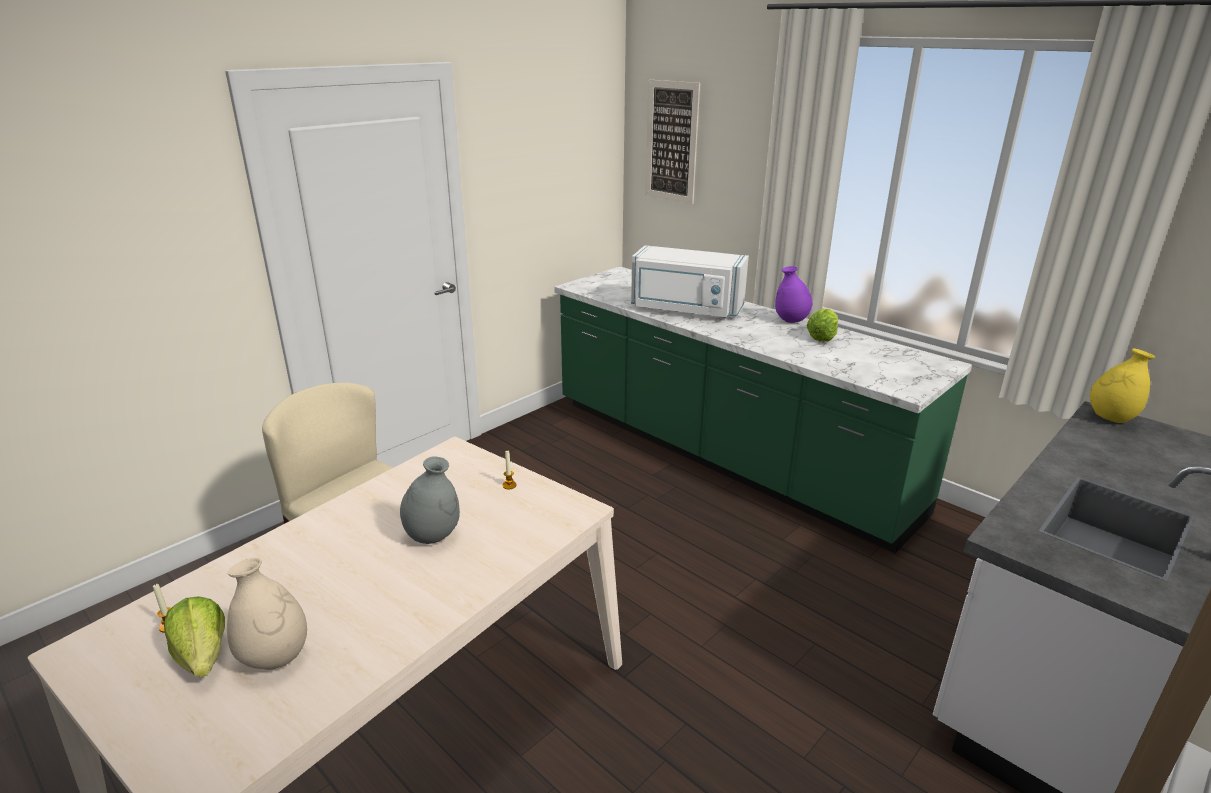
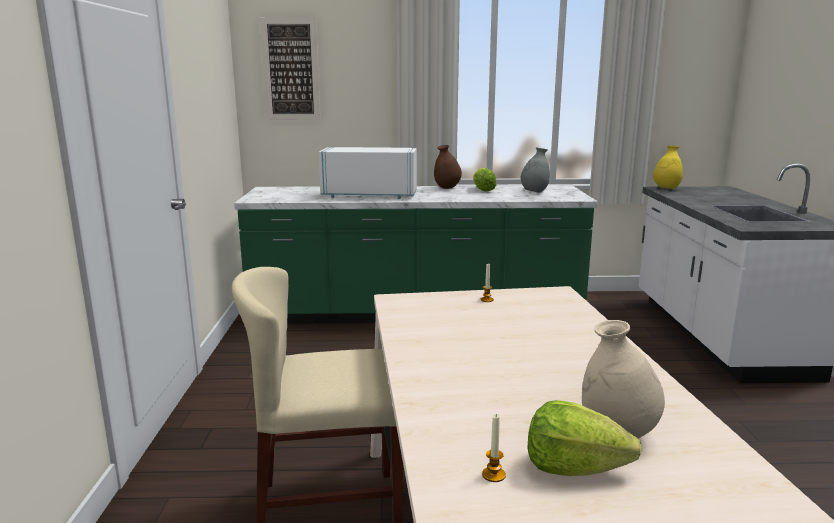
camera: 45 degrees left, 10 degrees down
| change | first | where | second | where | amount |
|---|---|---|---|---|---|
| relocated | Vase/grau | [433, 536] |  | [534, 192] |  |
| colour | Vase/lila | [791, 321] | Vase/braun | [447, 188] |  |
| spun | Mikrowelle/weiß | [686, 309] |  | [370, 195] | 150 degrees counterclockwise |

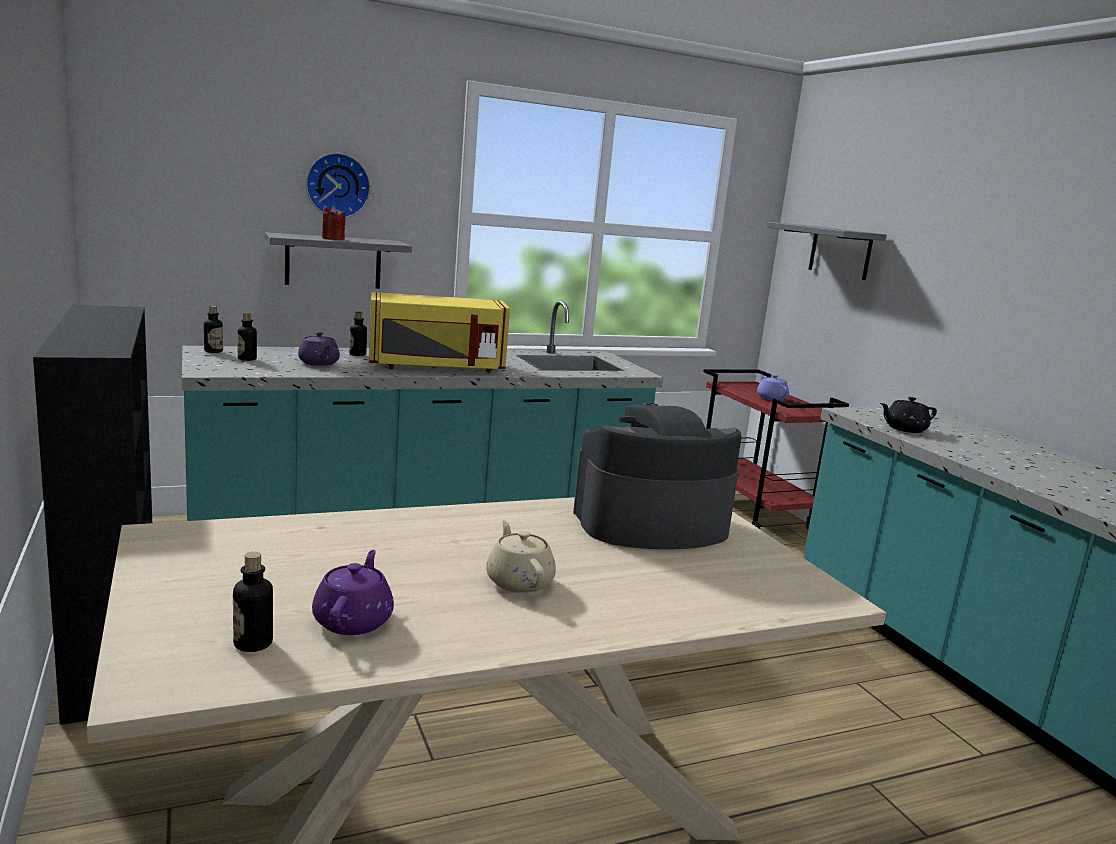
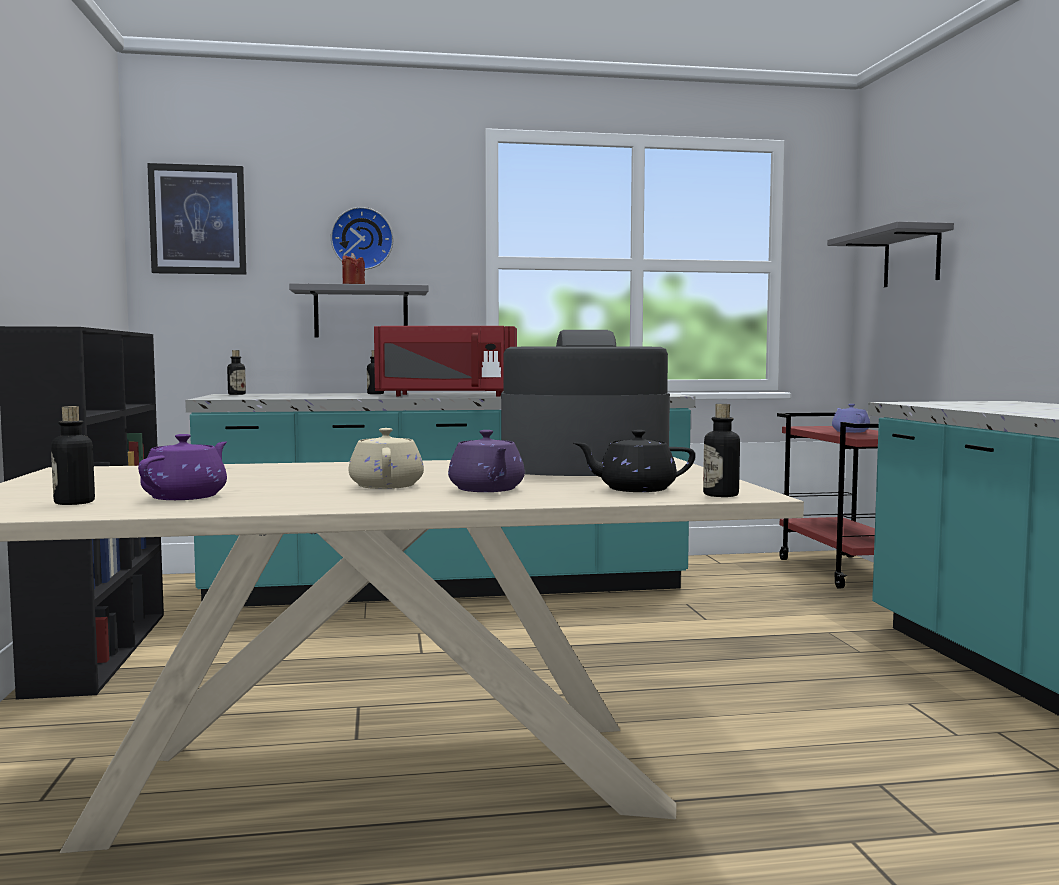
camera: 15 degrees right, 10 degrees down
| change | first | where | second | where | amount |
|---|---|---|---|---|---|
| appeared |  |  | Bild | [198, 220] |  |
| relocated | Flasche | [247, 359] |  | [720, 495] |  |
| relocated | Teekanne/lila | [319, 363] |  | [487, 490] |  |
| relocated | Teekanne/schwarz | [904, 429] |  | [635, 489] |  |
| colour | Mikrowelle/gelb | [436, 367] | Mikrowelle/rot | [446, 395] |  |

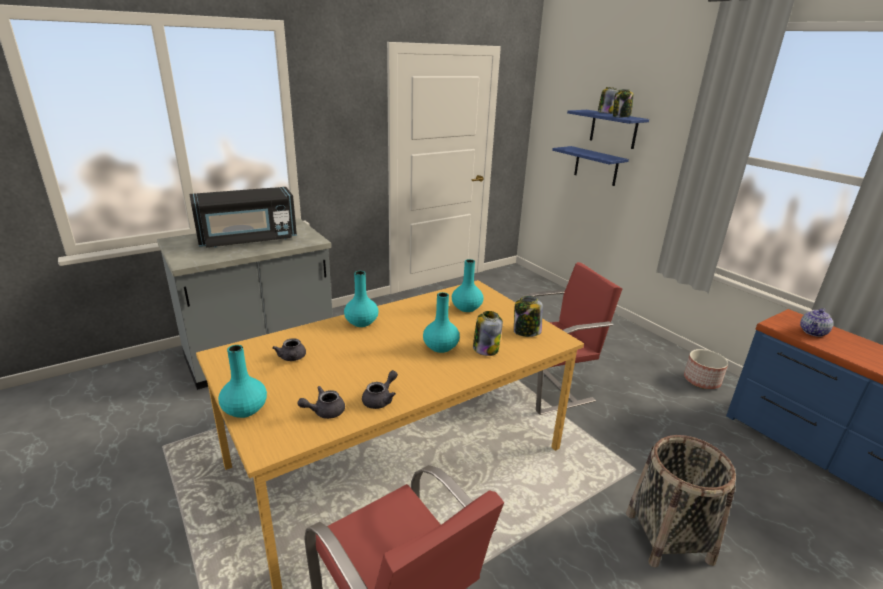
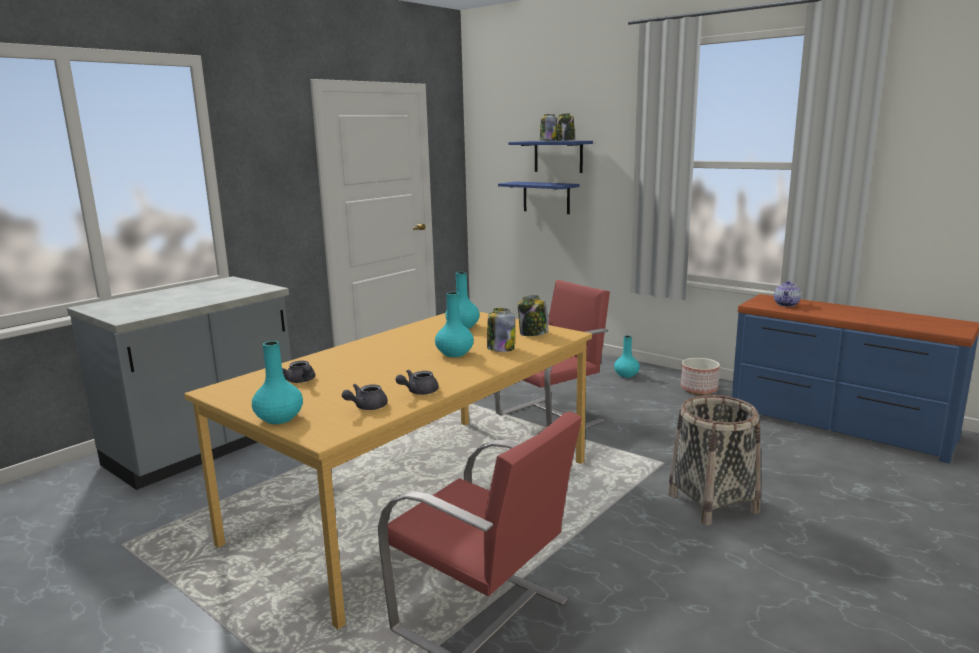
camera: 15 degrees left, 10 degrees down
| change | first | where | second | where | amount |
|---|---|---|---|---|---|
| missing | Mikrowelle/schwarz | [248, 239] |  |  |  |
| relocated | Vase/türkis | [362, 322] |  | [626, 375] |  |
| spun | Teekanne/grau | [380, 399] |  | [418, 392] | 150 degrees counterclockwise |

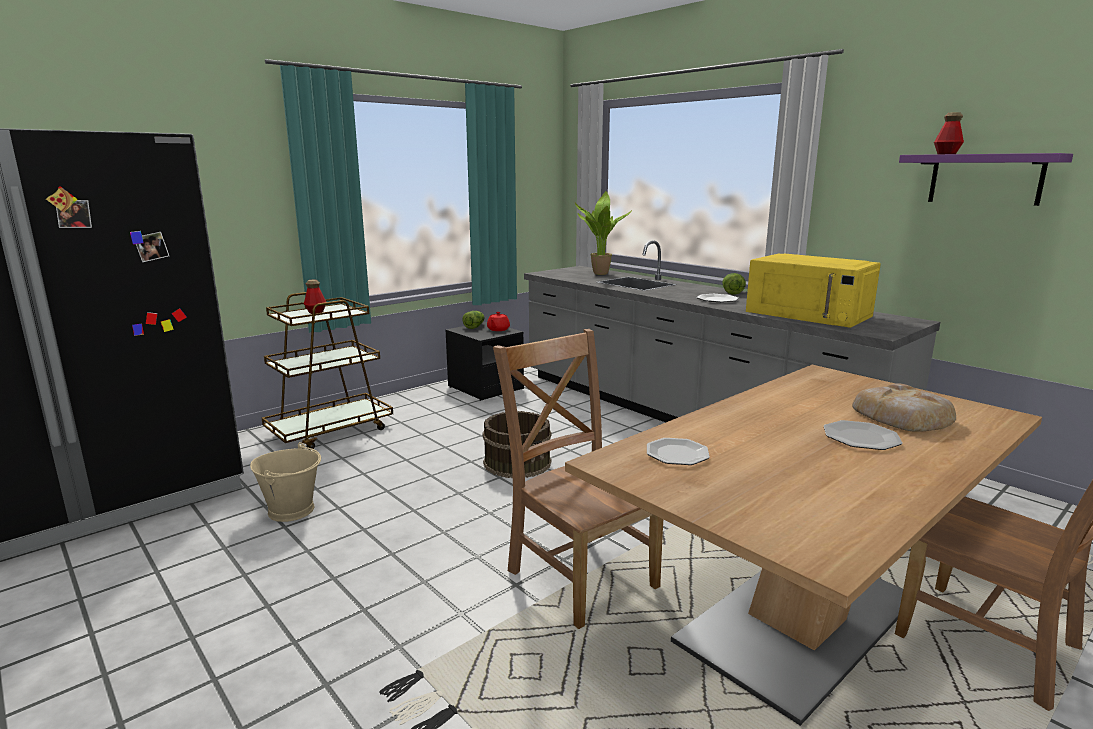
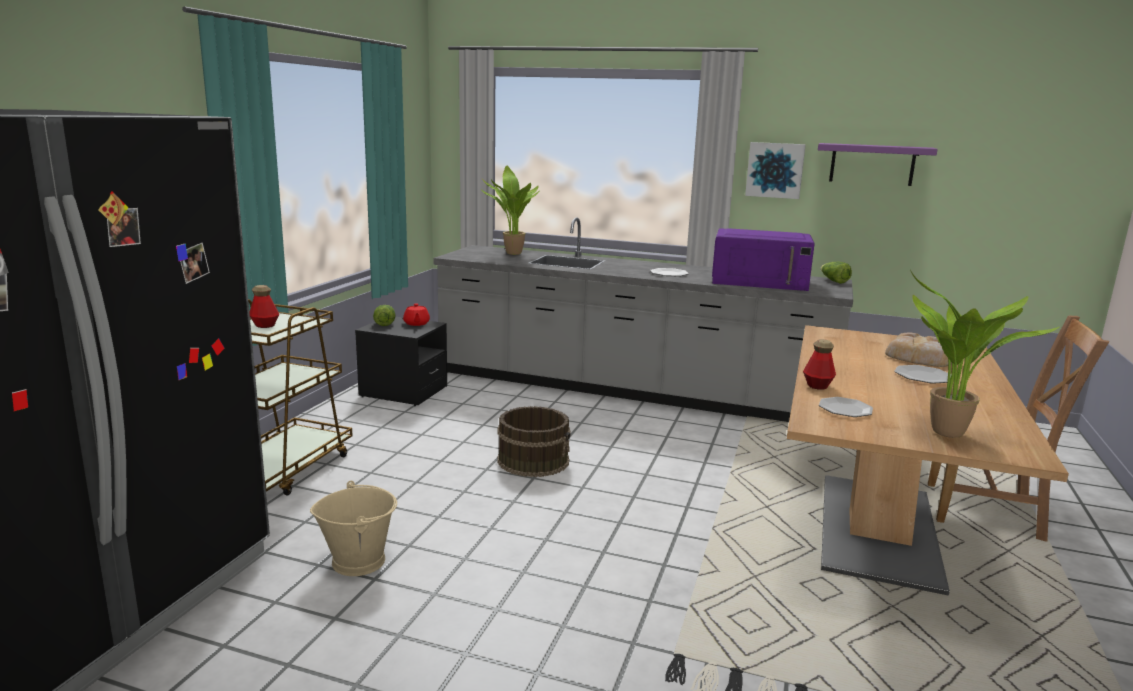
camera: 30 degrees left, 0 degrees up
| change | first | where | second | where | amount |
|---|---|---|---|---|---|
| missing | Stuhl/braun | [579, 575] |  |  |  |
| appeared |  |  | Bild | [775, 170] |  |
| appeared |  |  | Topfpflanze | [947, 435] |  |
| relocated | Salatkopf | [732, 292] |  | [833, 281] |  |
| relocated | Flasche | [946, 154] |  | [817, 385] |  |
| colour | Mikrowelle/gelb | [809, 314] | Mikrowelle/lila | [760, 281] |  |

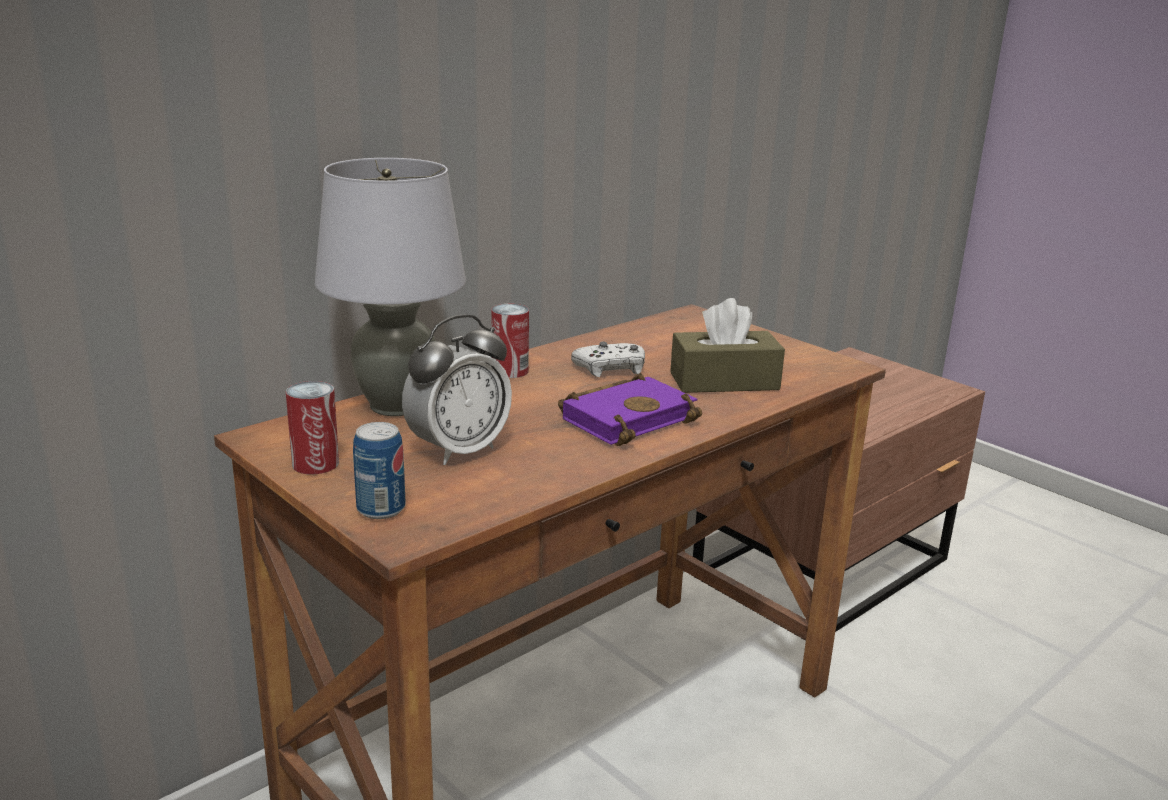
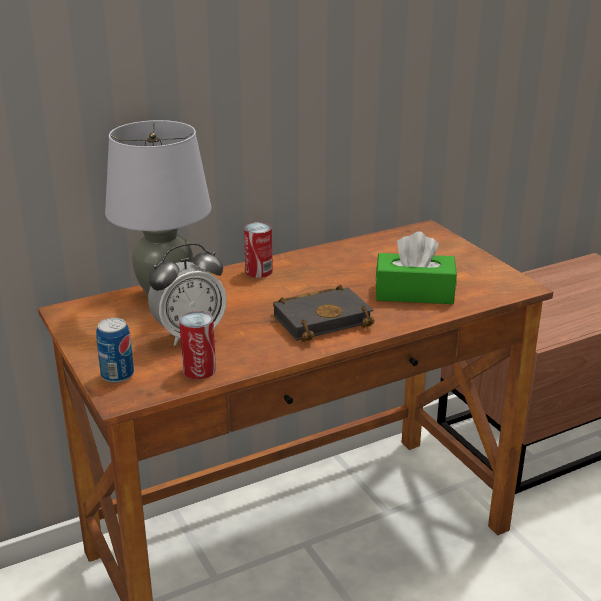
camera: 15 degrees right, 5 degrees up
| change | first | where | second | where | amount |
|---|---|---|---|---|---|
| missing | Gamepad/weiß | [611, 369] |  |  |  |
| relocated | Dose | [315, 464] |  | [199, 370] |  |
| colour | Buch/lila | [628, 417] | Buch/schwarz | [323, 318] |  |
| colour | Taschentuchbox/braun | [724, 381] | Taschentuchbox/grün | [414, 293] |  |

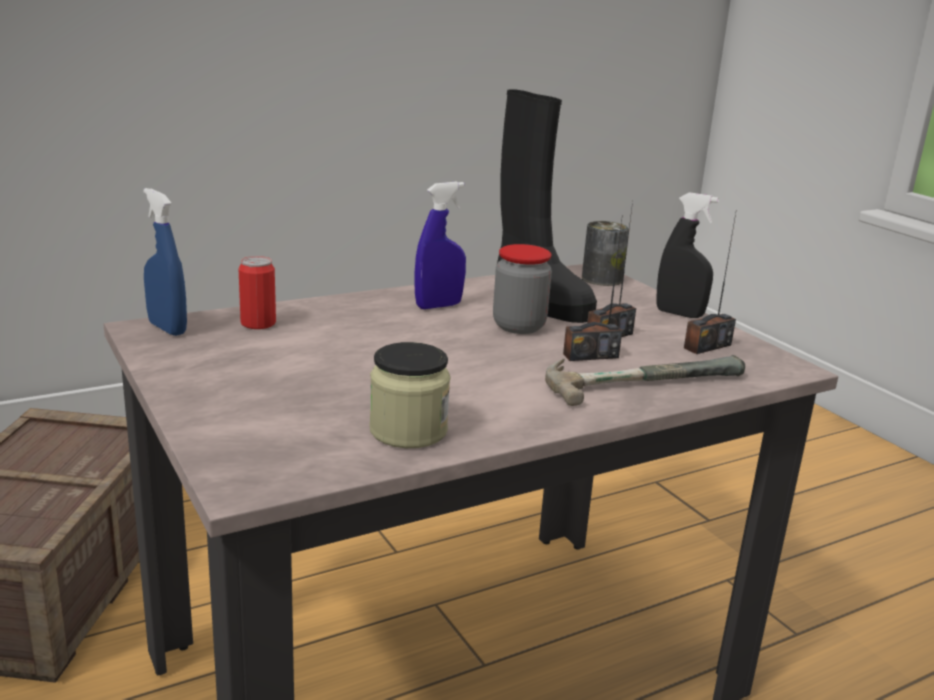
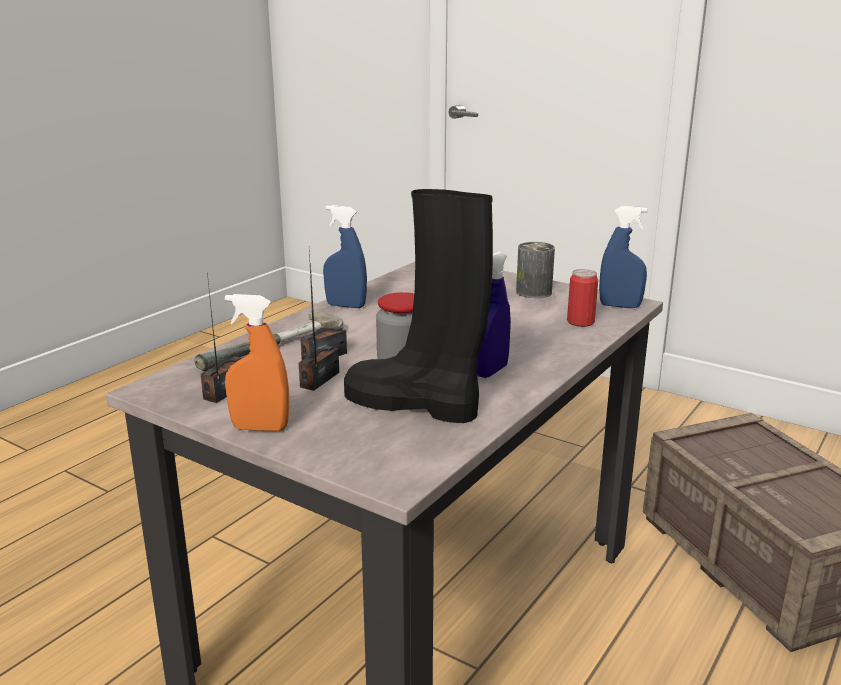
camera: 155 degrees right, 0 degrees up
| change | first | where | second | where | amount |
|---|---|---|---|---|---|
| missing | Vorratsglas | [408, 431] |  |  |  |
| appeared |  |  | Sprühflasche/blau | [346, 305] |  |
| relocated | Dose | [602, 279] |  | [534, 292] |  |
| colour | Sprühflasche/schwarz | [679, 314] | Sprühflasche/orange | [260, 428] |  |

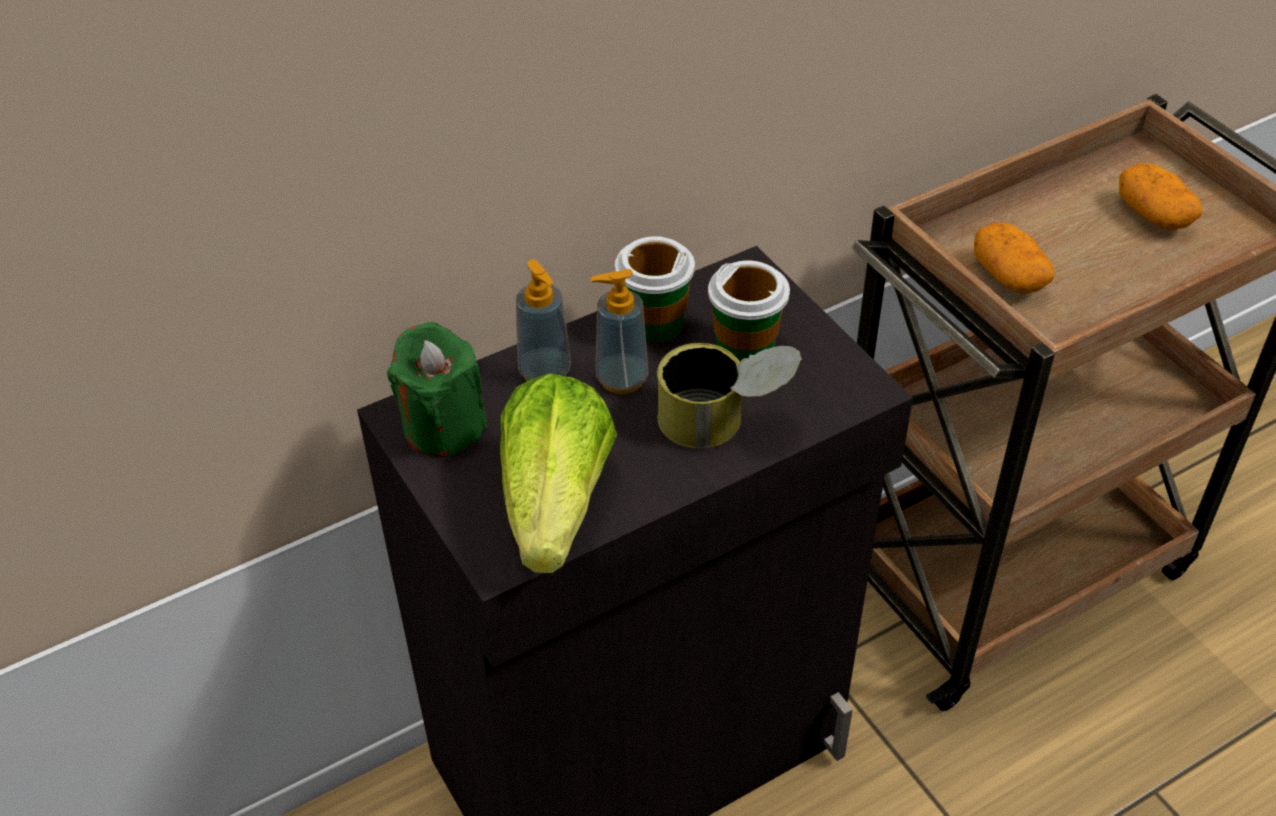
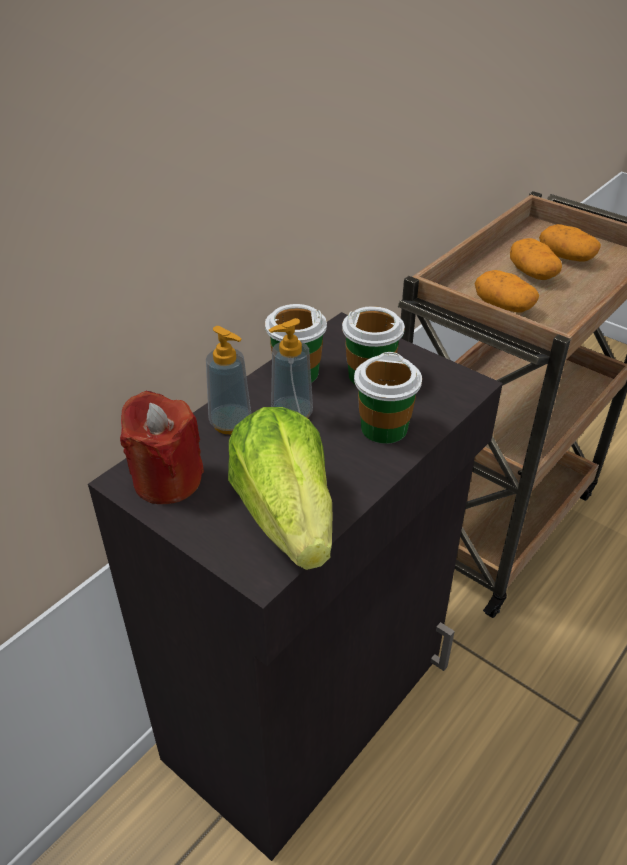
camera: 20 degrees left, 5 degrees down
| change | first | where | second | where | amount |
|---|---|---|---|---|---|
| appeared |  |  | Kartoffel | [532, 273] |  |
| exchanged | Dose | [724, 423] | Tasse | [384, 428] |  |
| colour | Kerze/grün | [443, 427] | Kerze/rot | [167, 480] |  |

